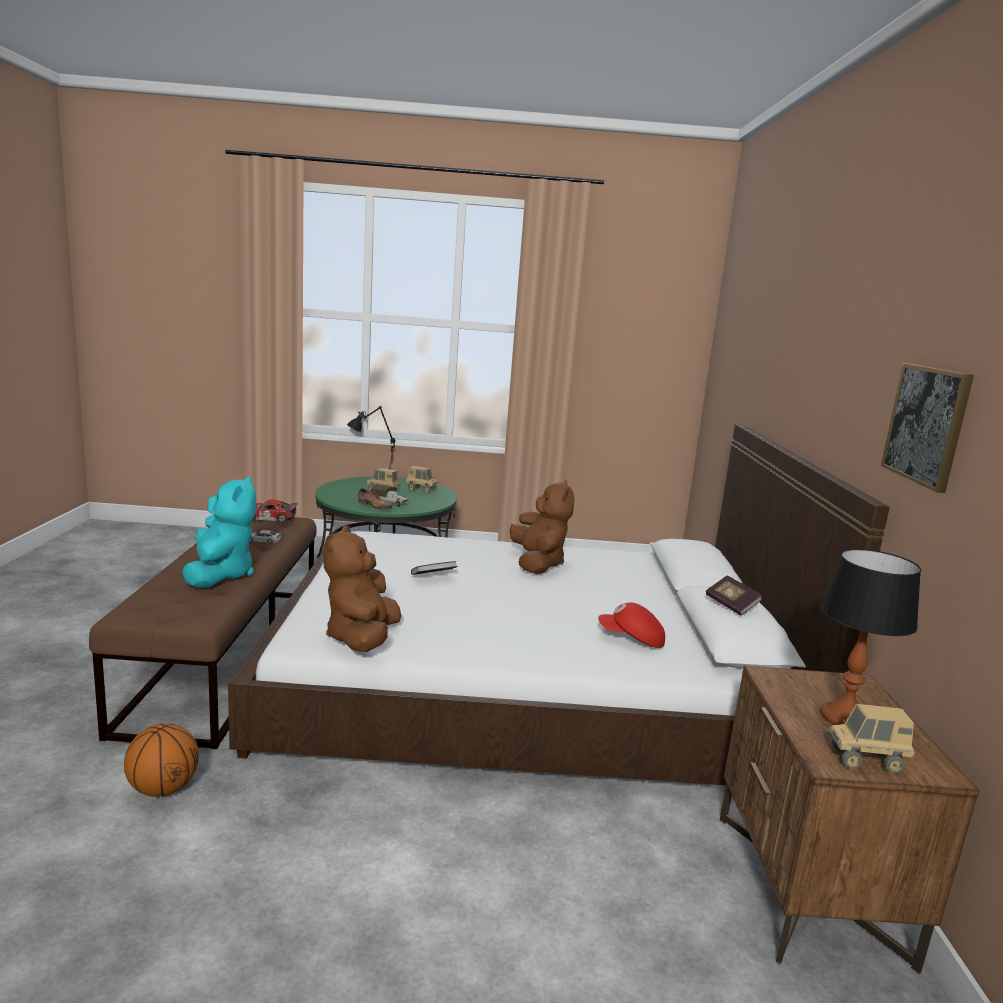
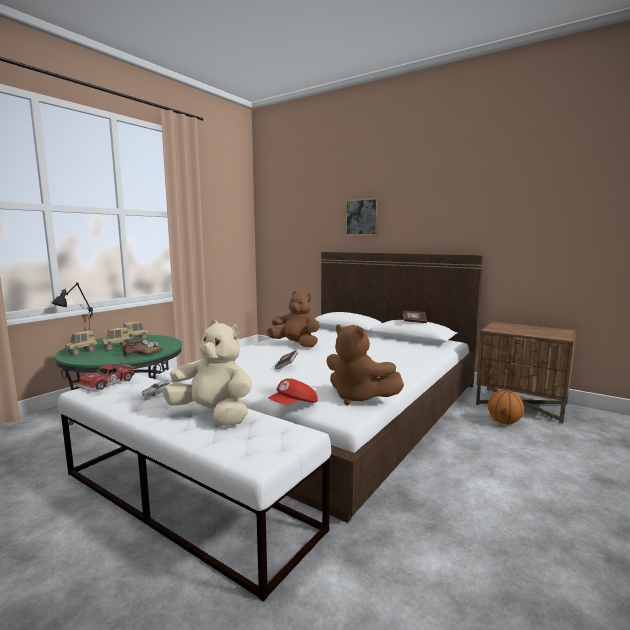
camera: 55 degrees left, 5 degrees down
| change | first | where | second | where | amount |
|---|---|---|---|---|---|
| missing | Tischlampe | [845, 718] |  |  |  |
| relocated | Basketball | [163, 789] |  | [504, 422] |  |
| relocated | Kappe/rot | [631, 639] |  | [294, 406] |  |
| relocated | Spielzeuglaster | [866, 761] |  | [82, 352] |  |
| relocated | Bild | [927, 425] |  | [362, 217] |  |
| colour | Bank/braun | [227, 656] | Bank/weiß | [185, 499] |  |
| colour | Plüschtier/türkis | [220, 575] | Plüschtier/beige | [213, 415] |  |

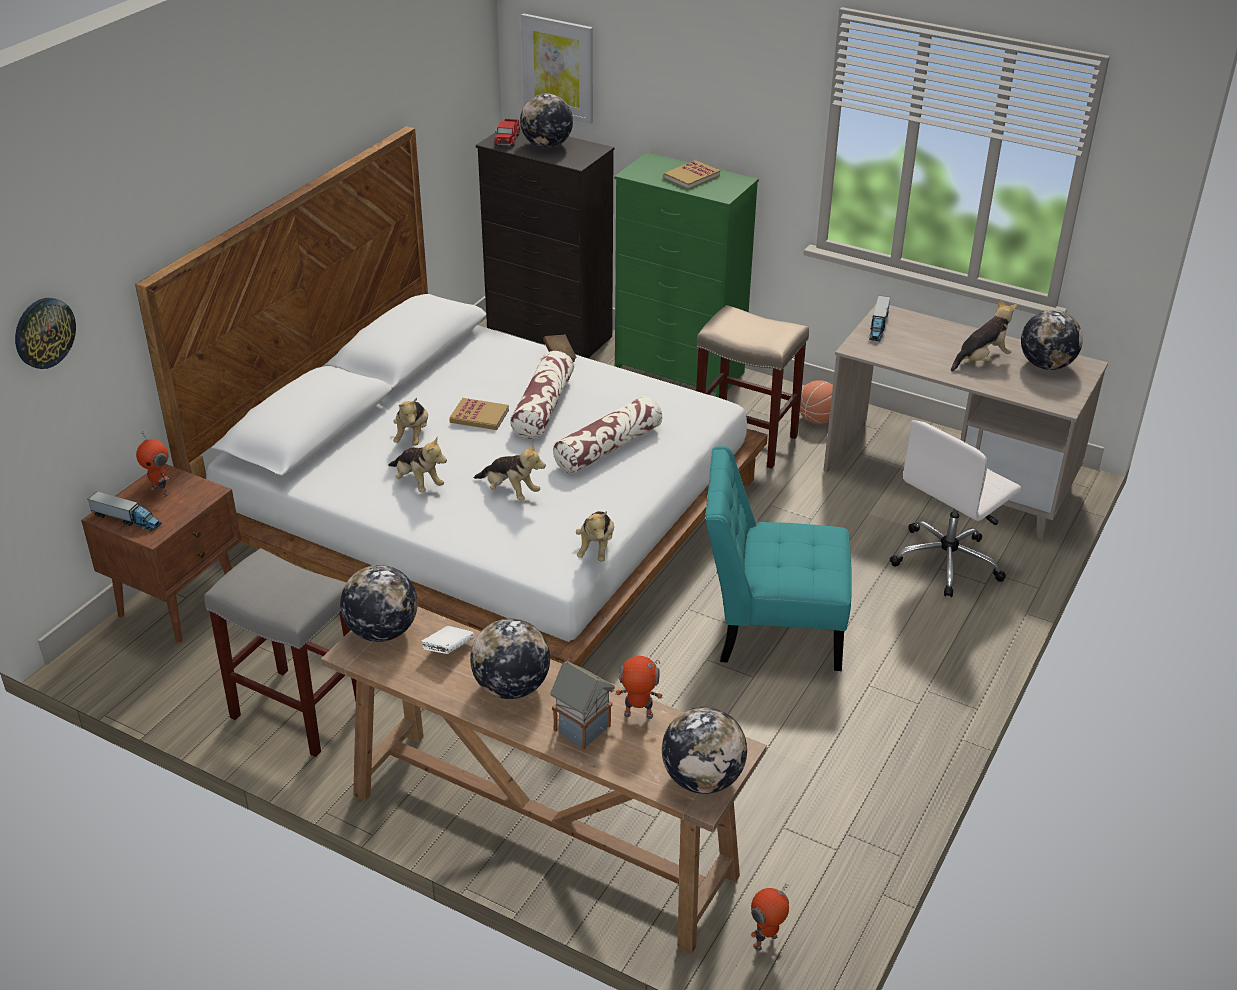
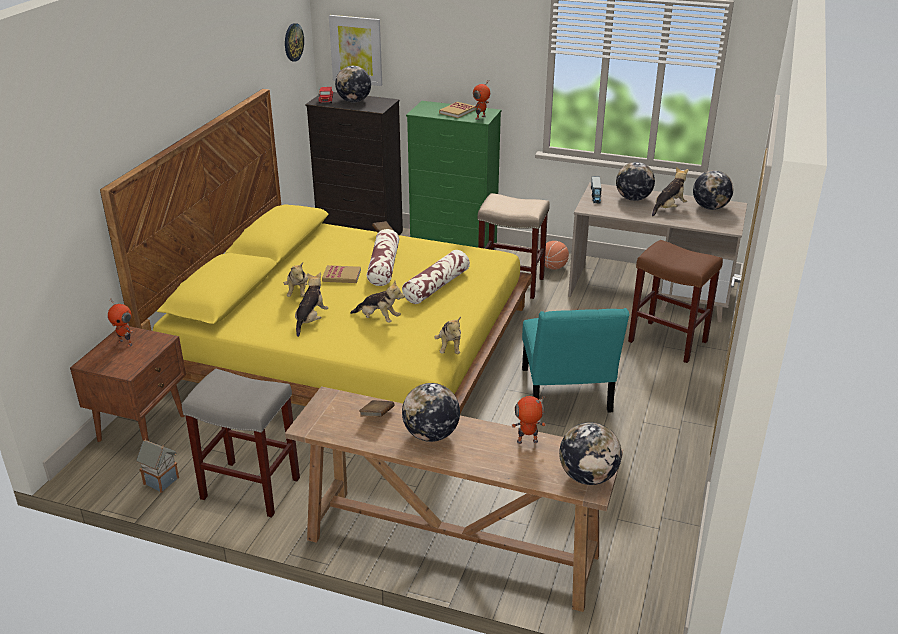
camera: 10 degrees left, 5 degrees down
| change | first | where | second | where | amount |
|---|---|---|---|---|---|
| missing | Spielzeuglaster | [127, 519] |  |  |  |
| relocated | Wanduhr | [44, 332] |  | [293, 42] |  |
| relocated | Globus | [382, 632] |  | [633, 199] |  |
| relocated | Spielzeughaus | [583, 729] |  | [162, 481] |  |
| relocated | Spielzeugroboter | [766, 942] |  | [481, 118] |  |
| exchanged | Bürostuhl/weiß | [947, 561] | Hocker/braun | [666, 341] |  |
| colour | Bett/weiß | [488, 514] | Bett/gelb | [350, 346] |  |
| colour | Buch/weiß | [448, 649] | Buch/braun | [377, 416] |  |
| spun | Plüschtier | [418, 483] |  | [311, 320] | 105 degrees counterclockwise |
| spun | Stuhl/türkis | [771, 627] |  | [566, 394] | 90 degrees counterclockwise |

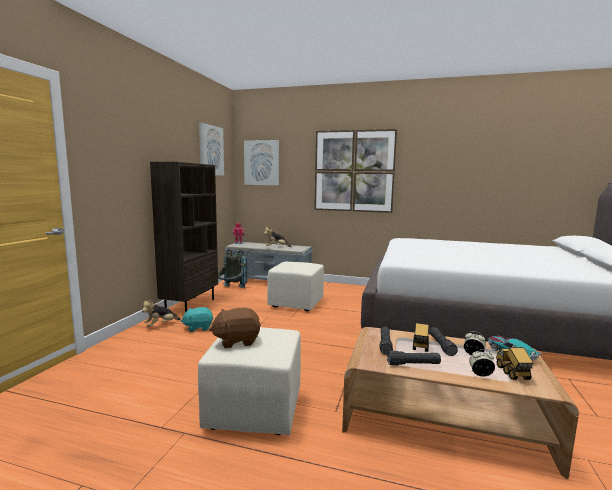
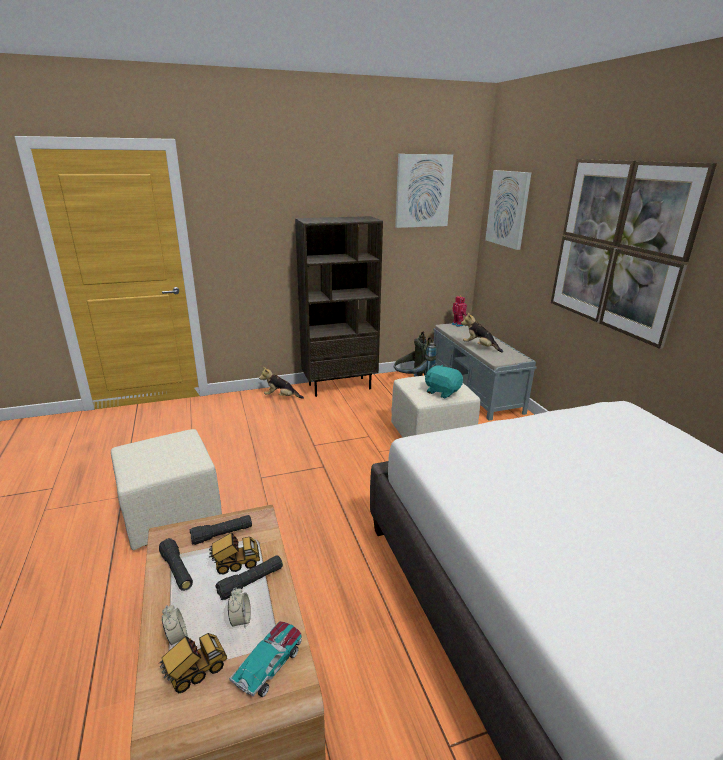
camera: 55 degrees right, 15 degrees up
| change | first | where | second | where | amount |
|---|---|---|---|---|---|
| missing | Plüschtier/braun | [237, 341] |  |  |  |
| relocated | Plüschtier/türkis | [198, 328] |  | [442, 392] |  |

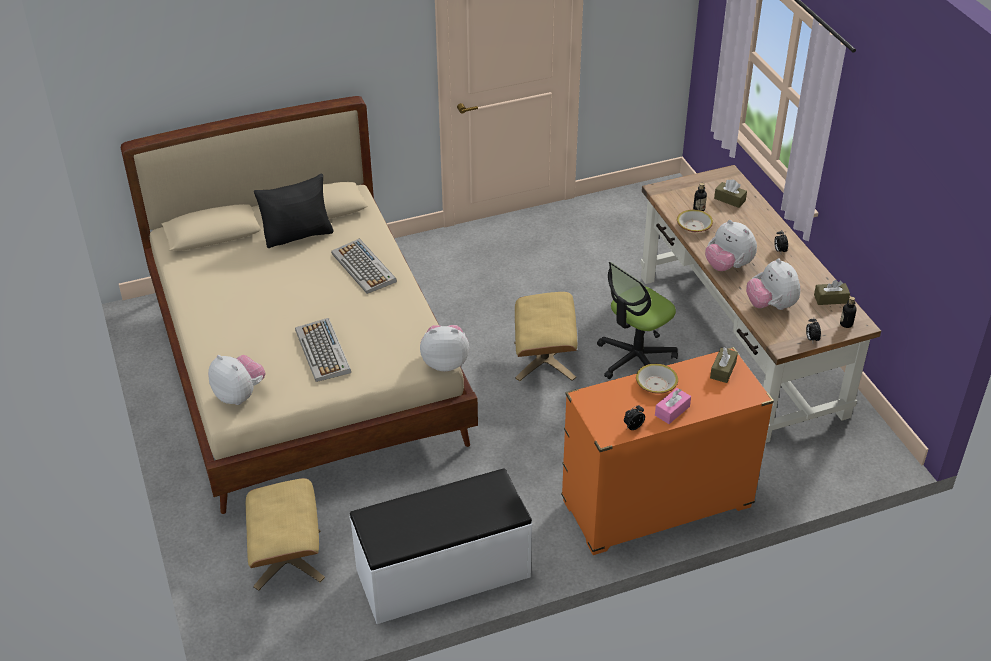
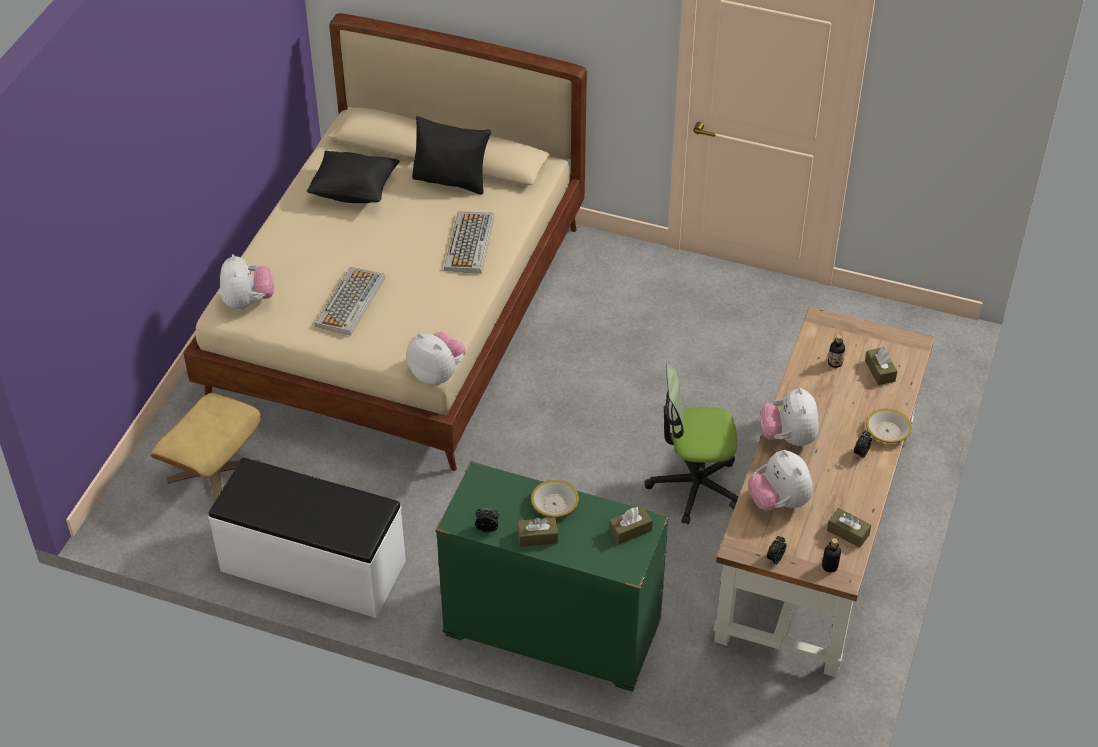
camera: 40 degrees right, 5 degrees up
| change | first | where | second | where | amount |
|---|---|---|---|---|---|
| missing | Polsterhocker/beige | [545, 360] |  |  |  |
| appeared |  |  | Kissen/schwarz | [354, 191] |  |
| relocated | Schüssel | [693, 226] |  | [887, 431] |  |
| colour | Kommode/orange | [656, 505] | Kommode/grün | [551, 631] |  |
| colour | Taschentuchbox/rosa | [672, 411] | Taschentuchbox/braun | [537, 537] |  |
| spun | Plüschtier | [771, 305] |  | [778, 502] | 45 degrees counterclockwise |

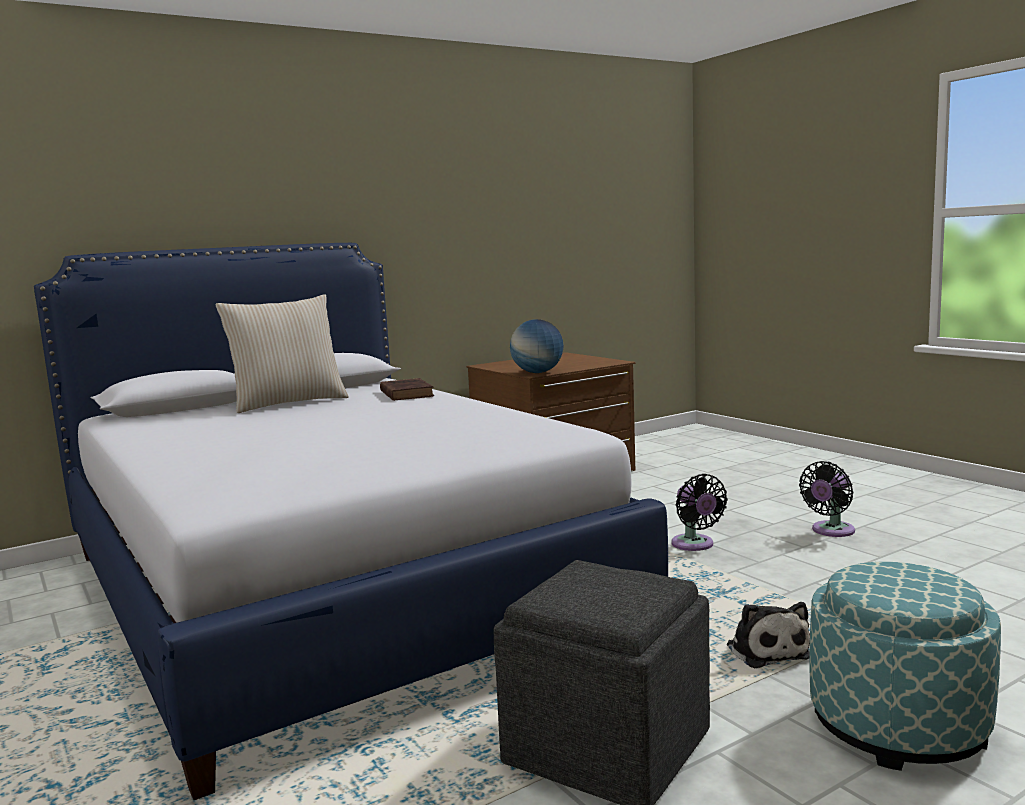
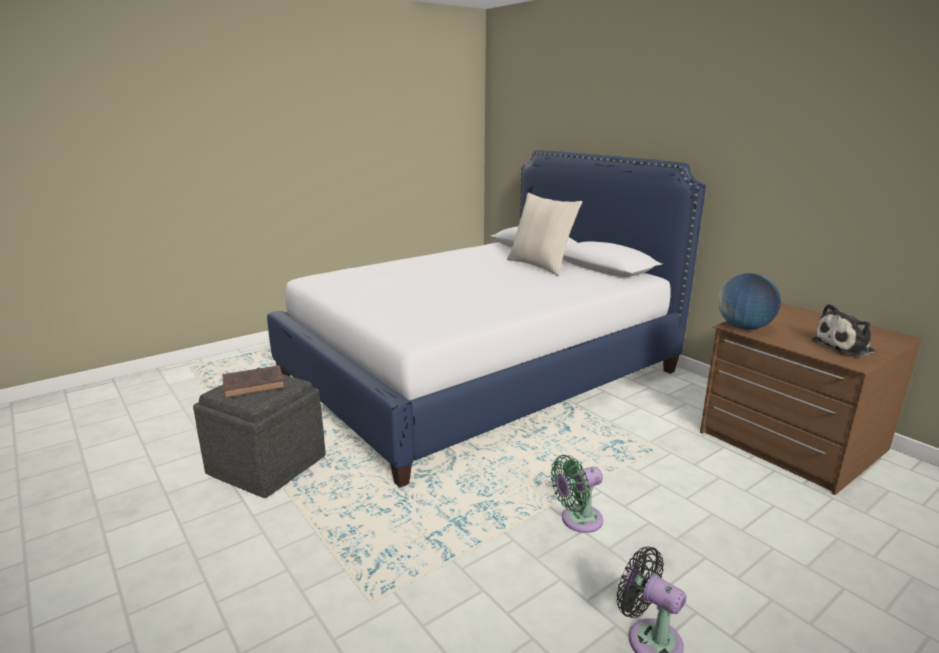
camera: 85 degrees right, 10 degrees up
| change | first | where | second | where | amount |
|---|---|---|---|---|---|
| missing | Polsterhocker | [897, 725] |  |  |  |
| relocated | Buch/braun | [406, 393] |  | [255, 385] |  |
| relocated | Plüschtier | [766, 650] |  | [845, 347] |  |
| colour | Ventilator/schwarz | [694, 545] | Ventilator/grün | [577, 520] |  |

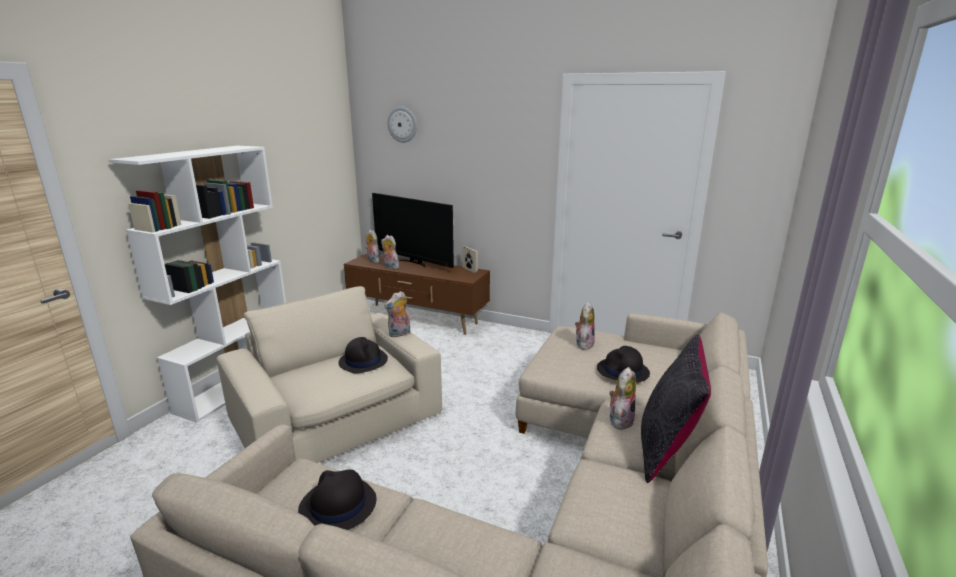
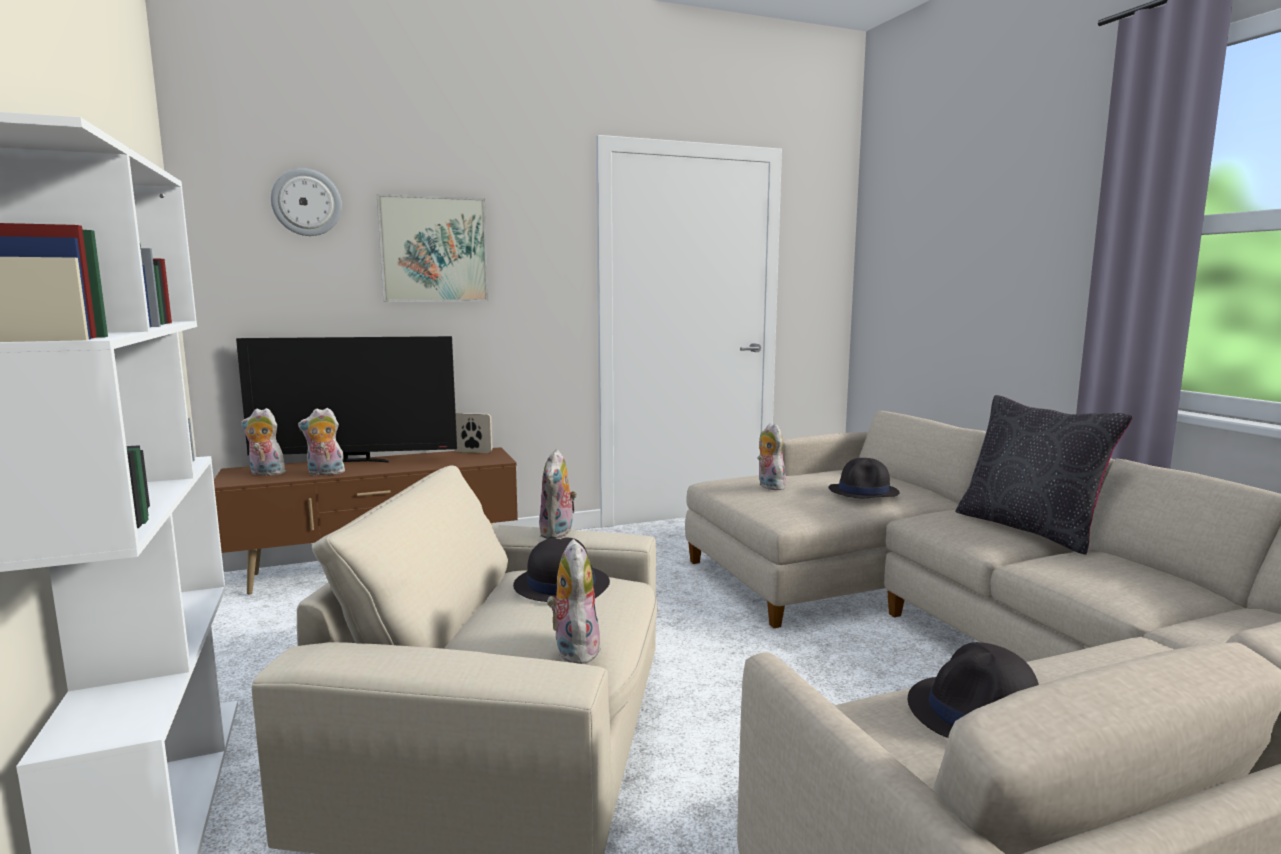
camera: 45 degrees left, 10 degrees down
| change | first | where | second | where | amount |
|---|---|---|---|---|---|
| appeared |  |  | Bild | [434, 249] |  |
| relocated | Plüschtier | [620, 420] |  | [573, 649] |  |

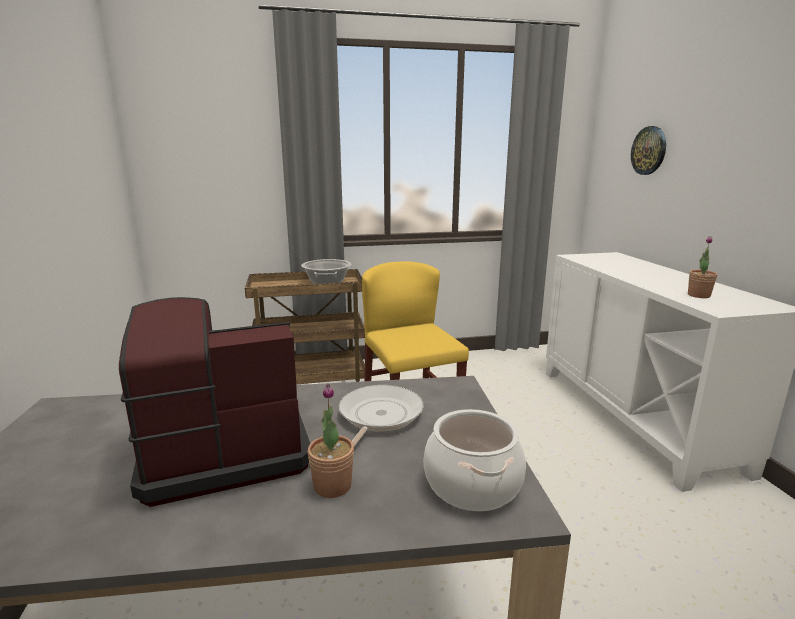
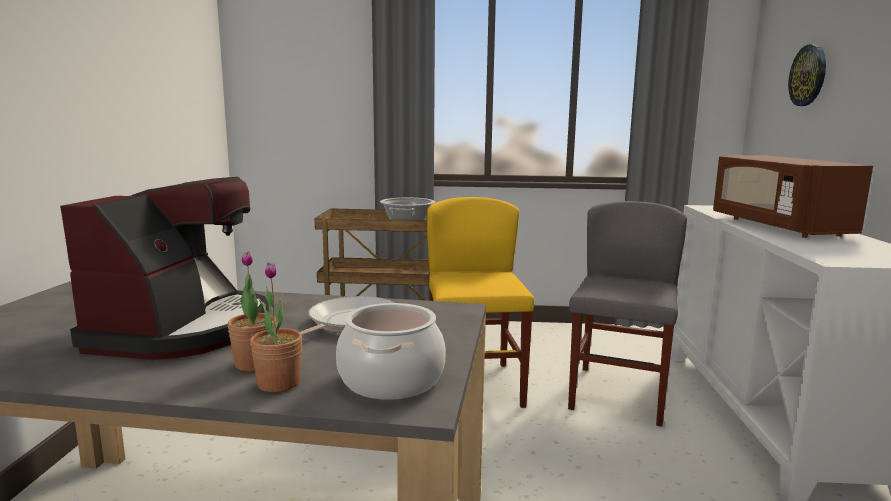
camera: 15 degrees right, 5 degrees down
| change | first | where | second | where | amount |
|---|---|---|---|---|---|
| appeared |  |  | Stuhl/grau | [619, 395] |  |
| appeared |  |  | Mikrowelle/braun | [777, 226] |  |
| relocated | Topfpflanze | [698, 295] |  | [278, 383] |  |
| spun | Kaffeemaschine | [223, 452] |  | [183, 330] | 105 degrees clockwise |

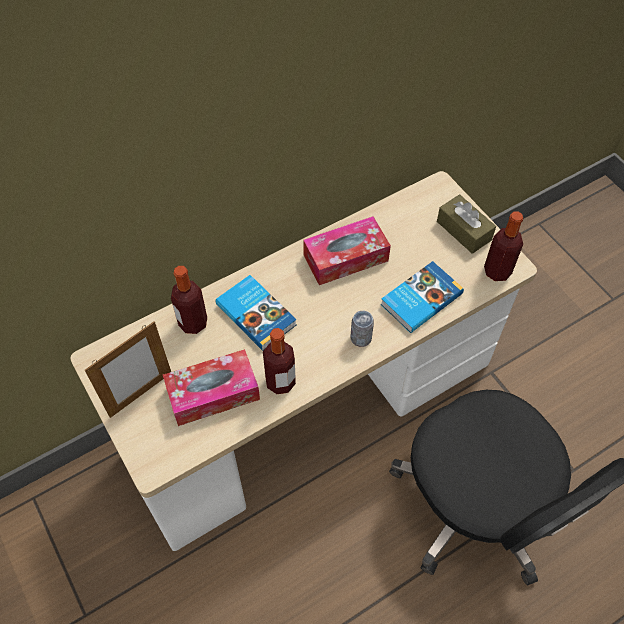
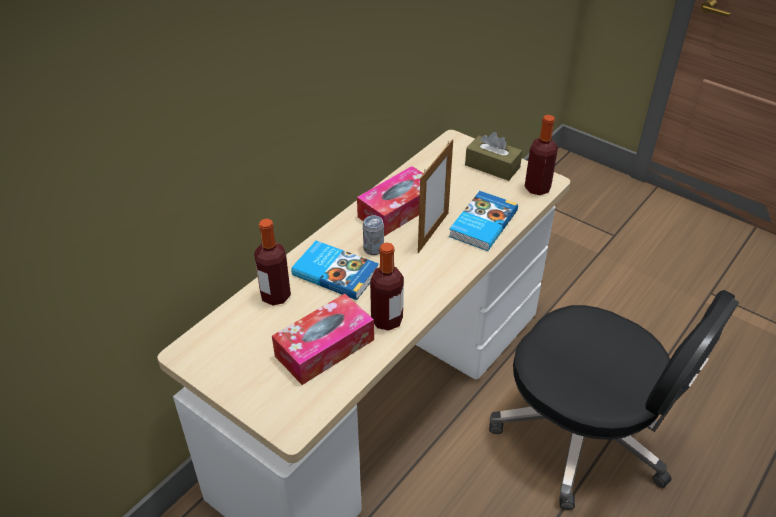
camera: 20 degrees left, 15 degrees down
| change | first | where | second | where | amount |
|---|---|---|---|---|---|
| relocated | Bilderrahmen | [141, 394] |  | [433, 232] |  |
| relocated | Dose | [361, 338] |  | [373, 249] |  |

